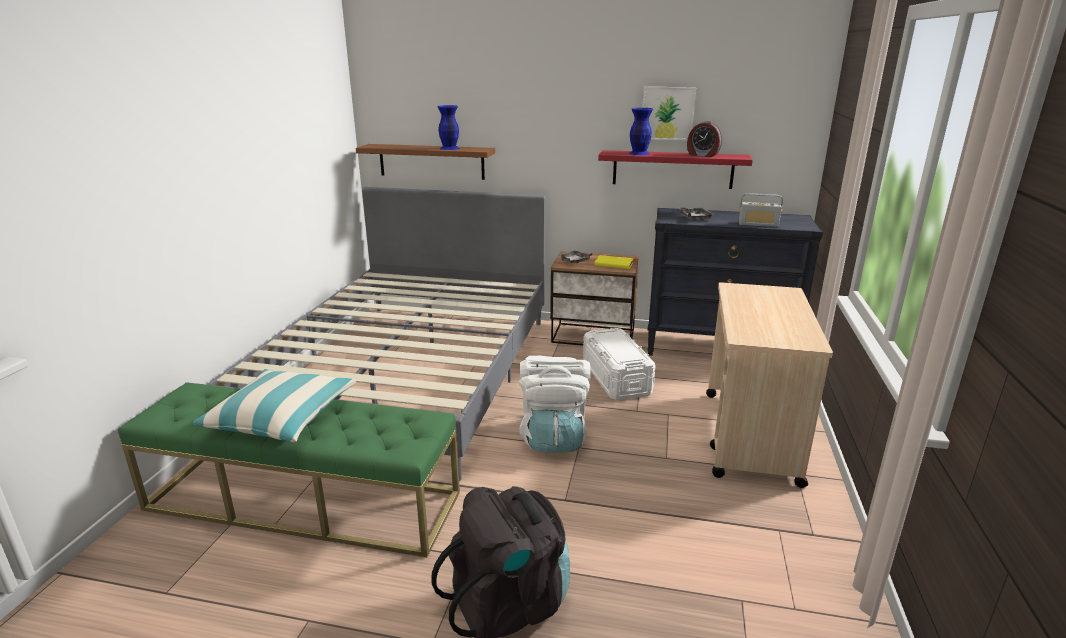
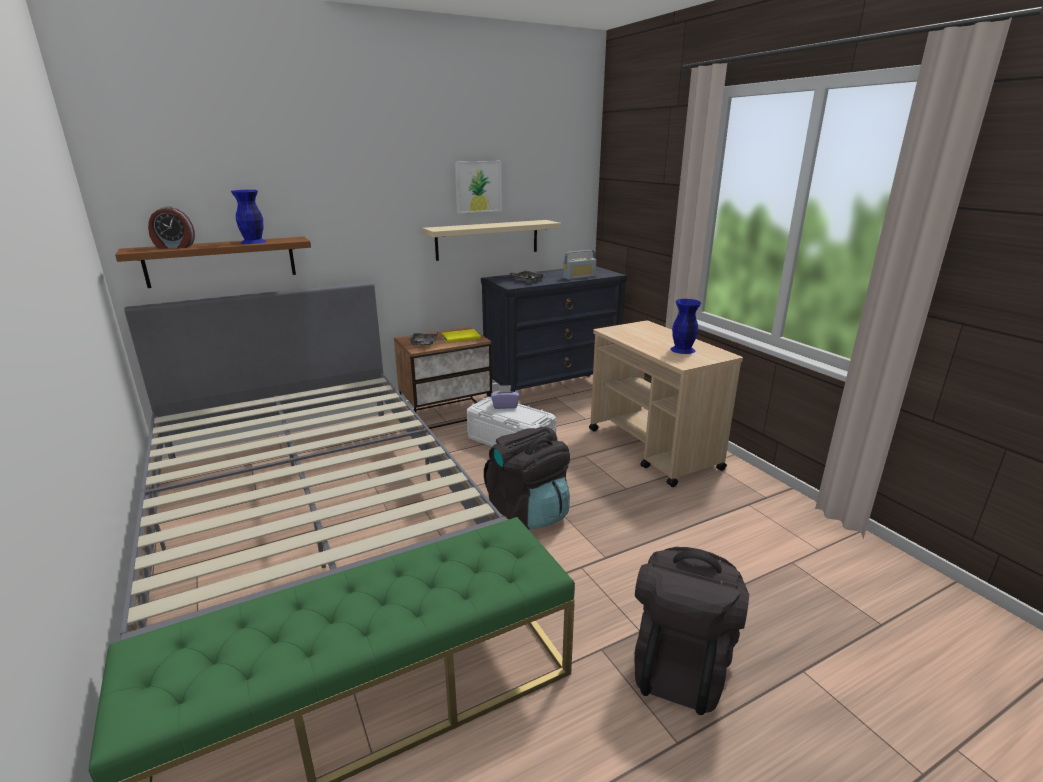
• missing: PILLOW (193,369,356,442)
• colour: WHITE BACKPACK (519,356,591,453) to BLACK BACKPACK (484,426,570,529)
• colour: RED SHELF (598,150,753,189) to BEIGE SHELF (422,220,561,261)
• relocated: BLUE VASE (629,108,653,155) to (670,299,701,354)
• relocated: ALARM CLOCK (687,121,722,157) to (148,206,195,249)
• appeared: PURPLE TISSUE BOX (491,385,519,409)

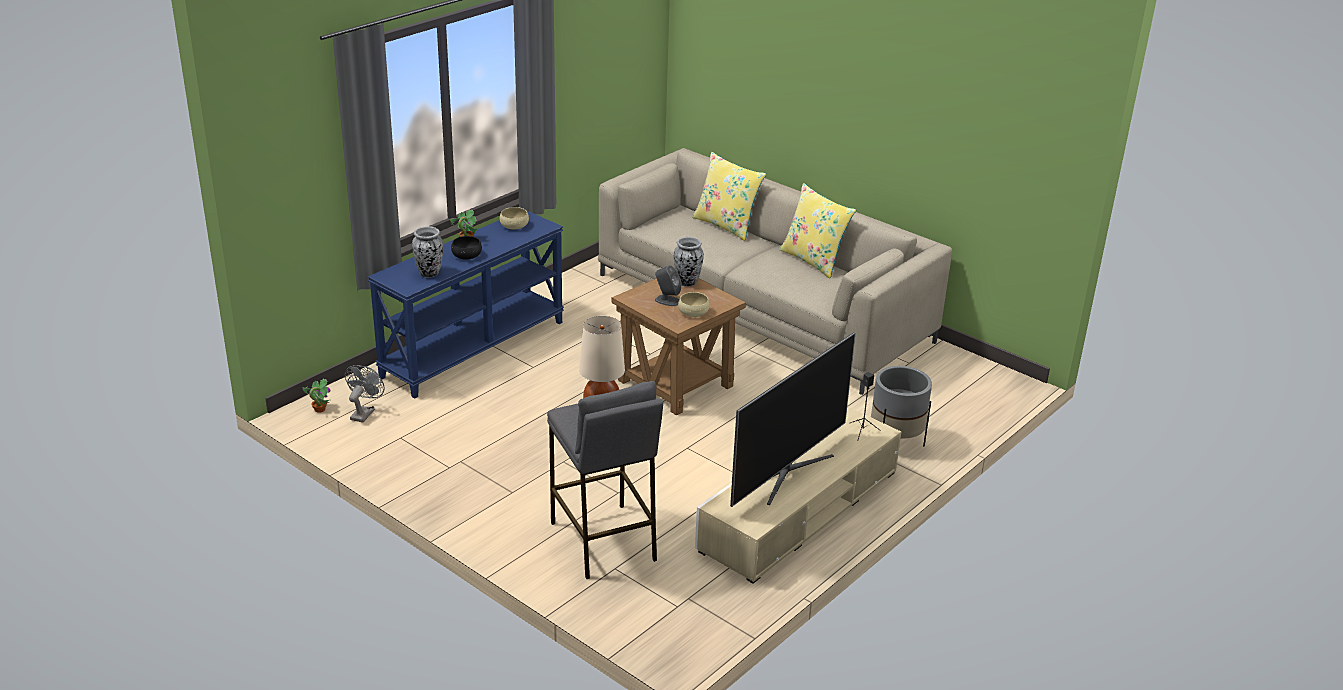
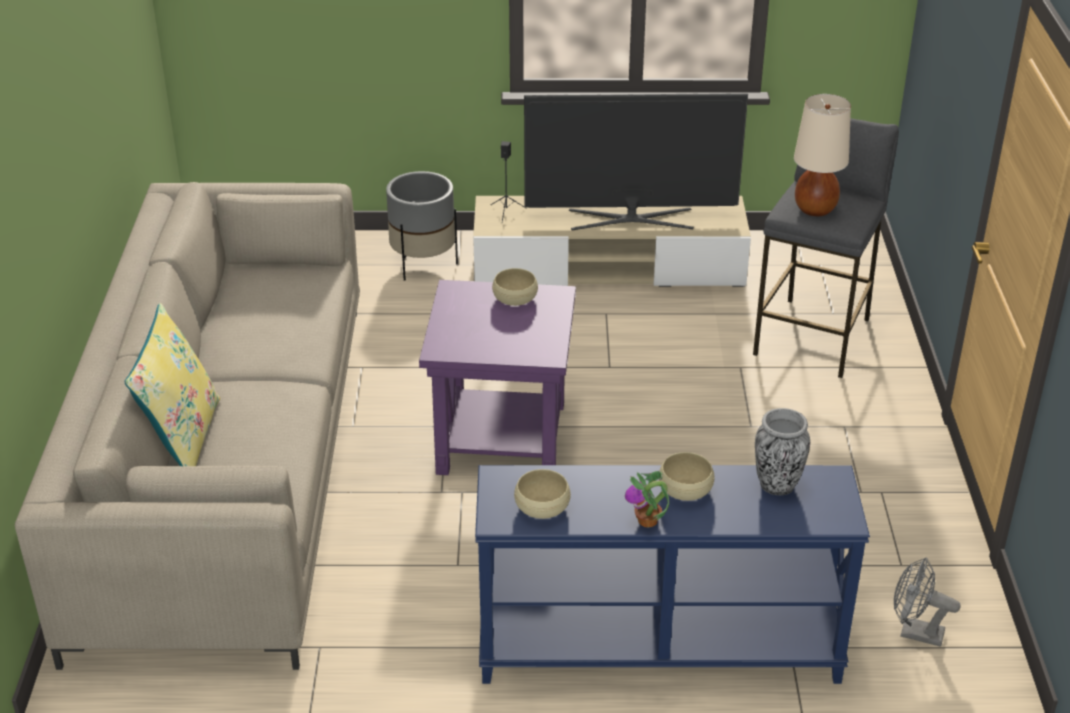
• missing: POTTED PLANT (303,379,330,413)
• spun: GREY FAN (345,365,385,423) = (894,557,961,647) 45 degrees clockwise
• colour: BLACK BOWL (451,236,482,260) to BEIGE BOWL (659,452,715,501)
• colour: BROWN SIDE TABLE (611,278,746,416) to PURPLE SIDE TABLE (419,280,576,475)
• missing: GREY SPEAKER (655,265,681,306)
• missing: VASE (674,237,704,287)
• missing: YELLOW PILLOW (779,183,856,278)

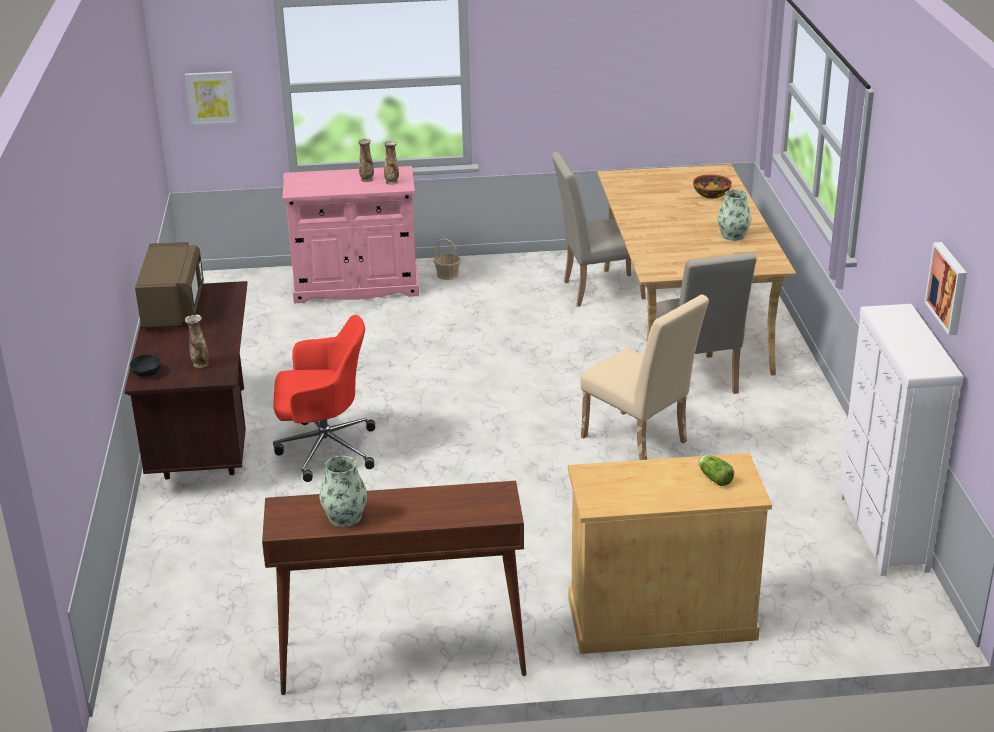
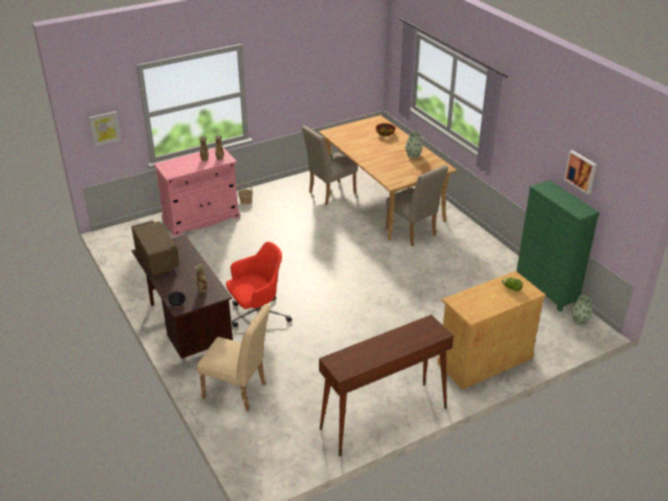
• relocated: VASE (319,456,367,527) to (571,295,592,325)
• relocated: BEIGE CHAIR (580,294,709,460) to (197,304,271,411)
• colour: WHITE DRESSER (839,304,963,576) to GREEN DRESSER (516,180,599,312)

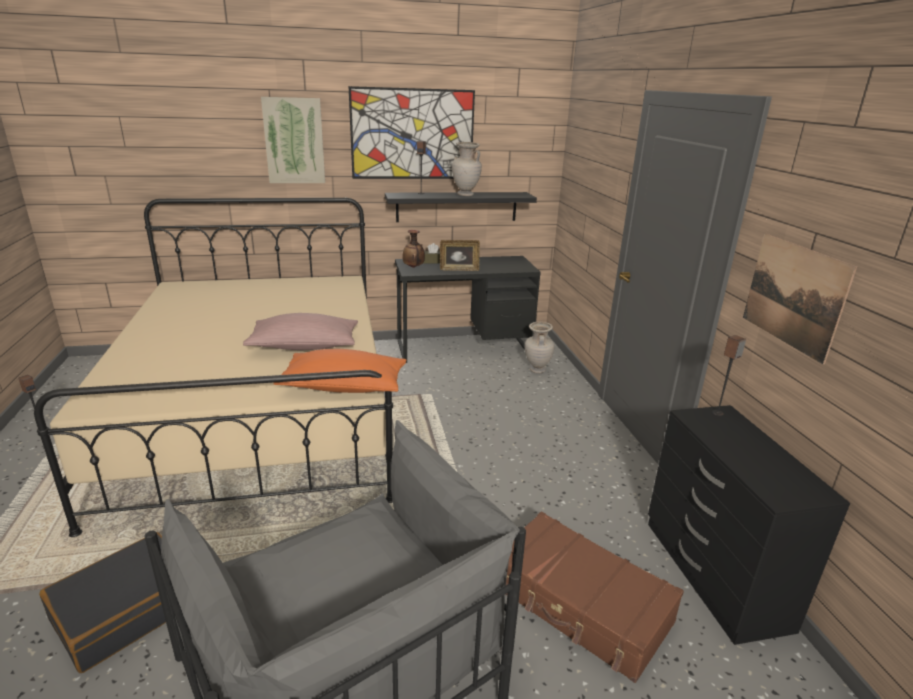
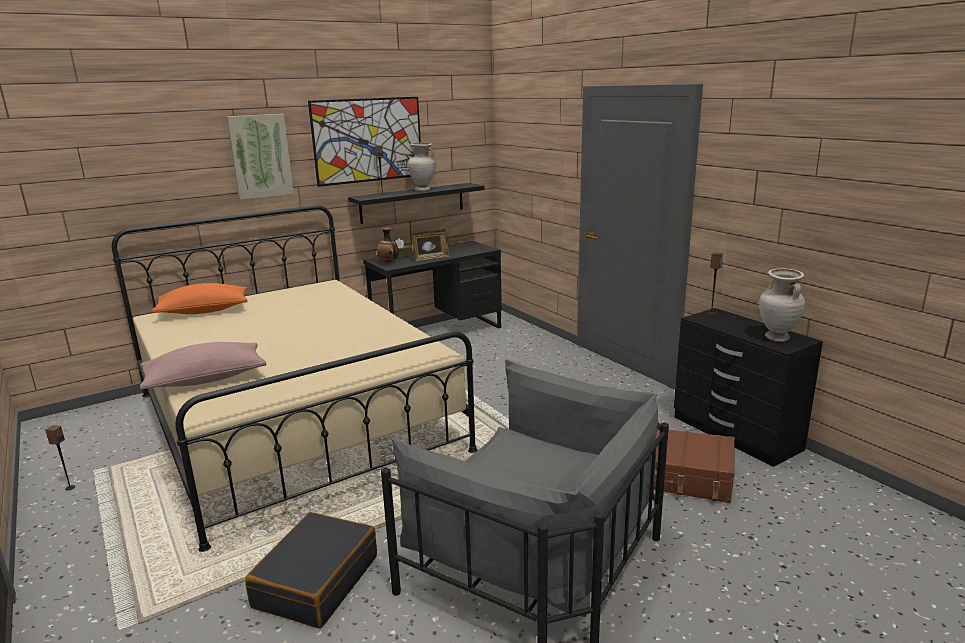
• relocated: PINK PILLOW (243,313,358,350) to (140,342,266,390)
• relocated: ORANGE PILLOW (273,349,407,393) to (152,283,247,314)
• relocated: BEIGE VASE (525,322,555,373) to (759,268,805,342)
• missing: PICTURE (743,234,857,364)

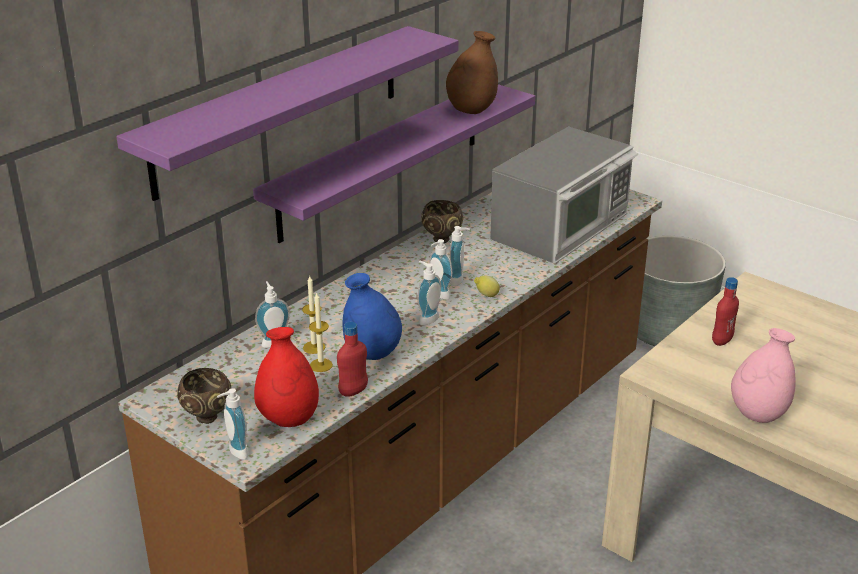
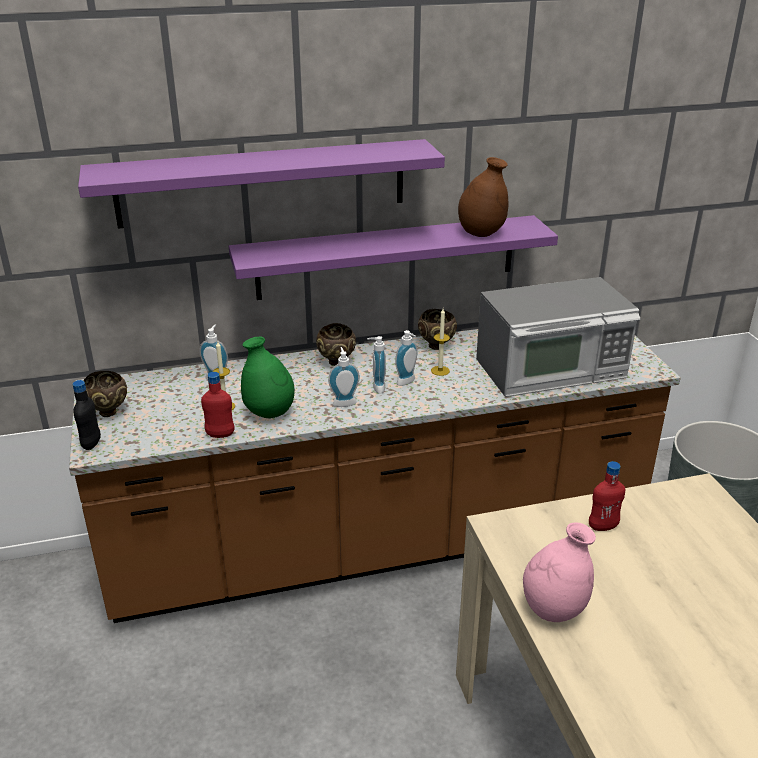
• exchanged: SOAP DISPENSER (217,388,248,460) to BLACK BOTTLE (72,380,101,450)
• missing: RED VASE (254,327,319,427)
• relocated: CANDLE (302,276,325,354) to (431,309,450,376)
• colour: BLUE VASE (342,273,402,360) to GREEN VASE (241,336,295,418)
• missing: LEMON (474,275,500,297)
• appeared: BROWN BOWL (316,323,356,366)

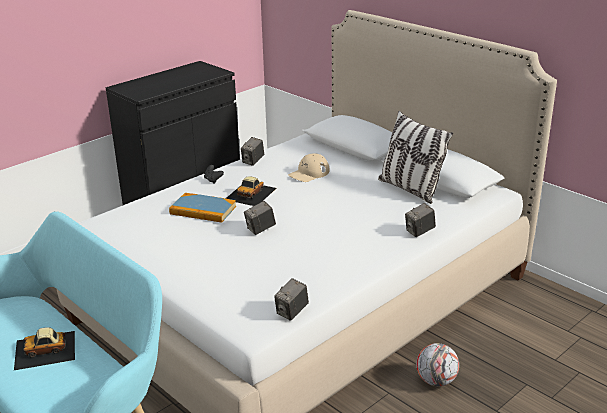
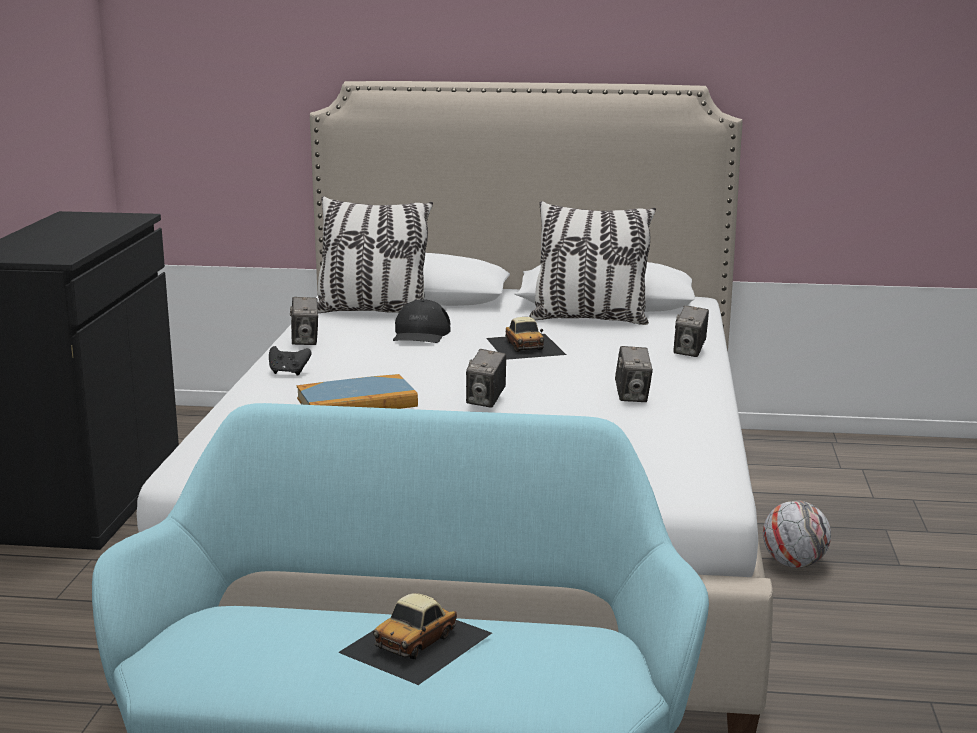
• relocated: TOY CAR (226,176,276,206) to (486,317,566,360)
• relocated: PHOTO CAMERA (274,278,309,321) to (615,346,653,402)
• colour: BEIGE CAP (288,153,329,182) to BLACK CAP (393,299,451,343)
• appeared: PILLOW (317,196,433,313)

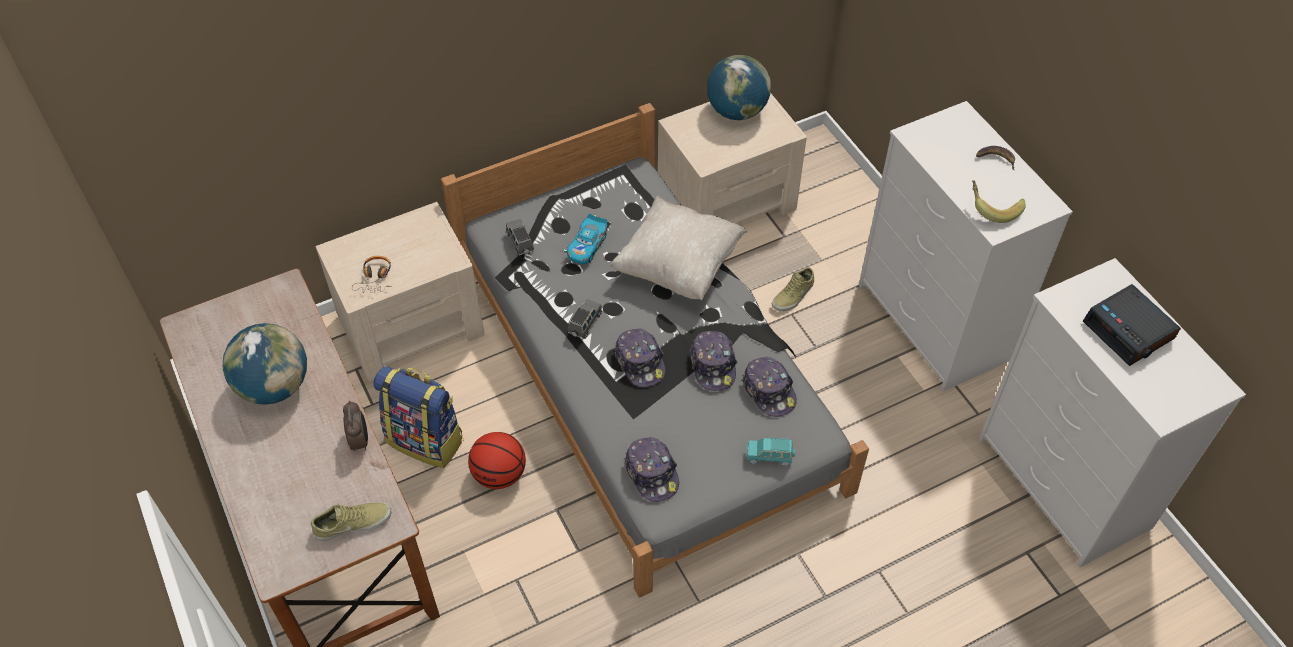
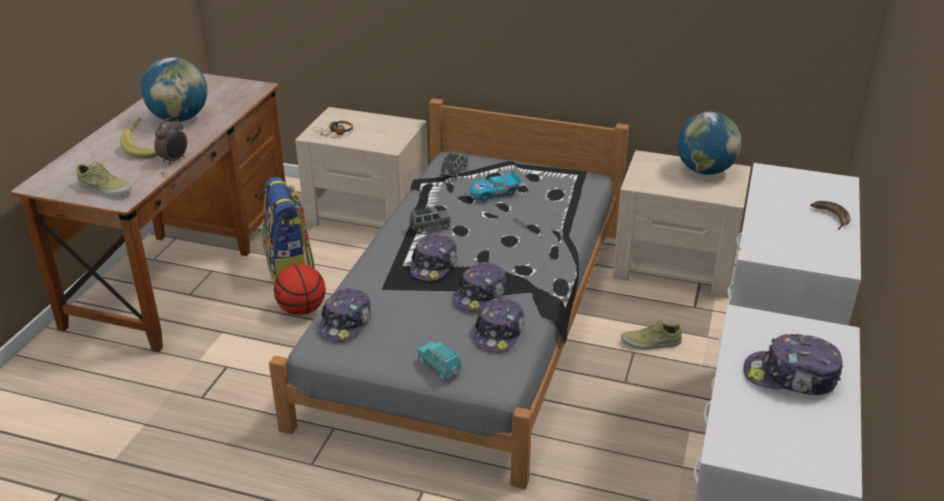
• missing: BEIGE PILLOW (610,196,747,300)
• relocated: BANANA (972,180,1026,223) to (120,118,158,159)
• exchanged: ALARM CLOCK (1083,284,1181,366) to CAP (743,334,843,395)

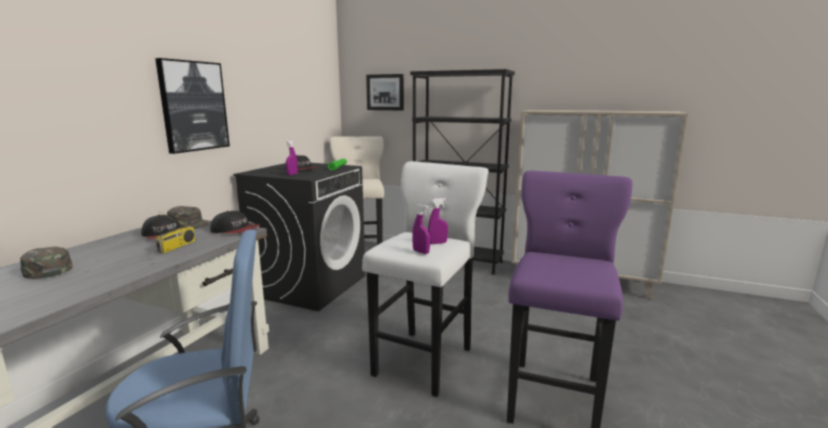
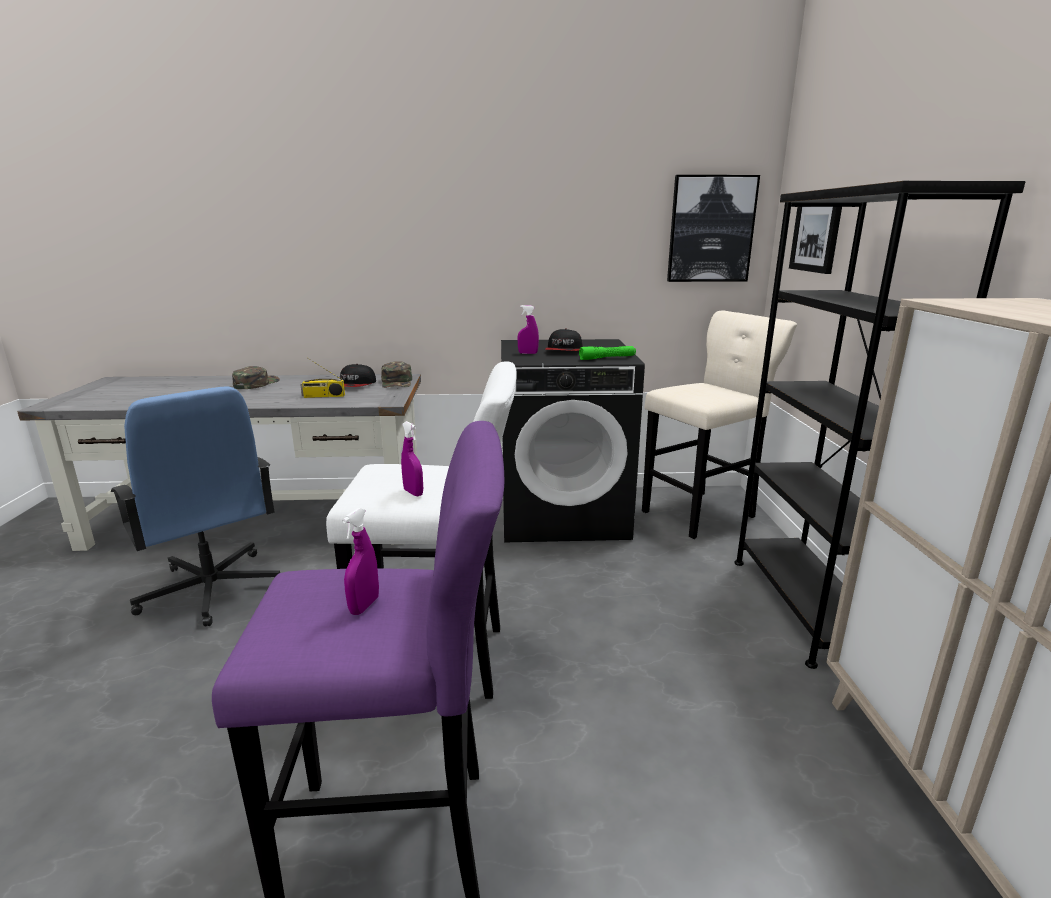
• relocated: PICTURE (155,58,230,154) to (667,175,760,282)
• missing: CAP (210,211,260,233)
• relocated: PURPLE SPRAY BOTTLE (412,204,430,254) to (342,508,379,615)

